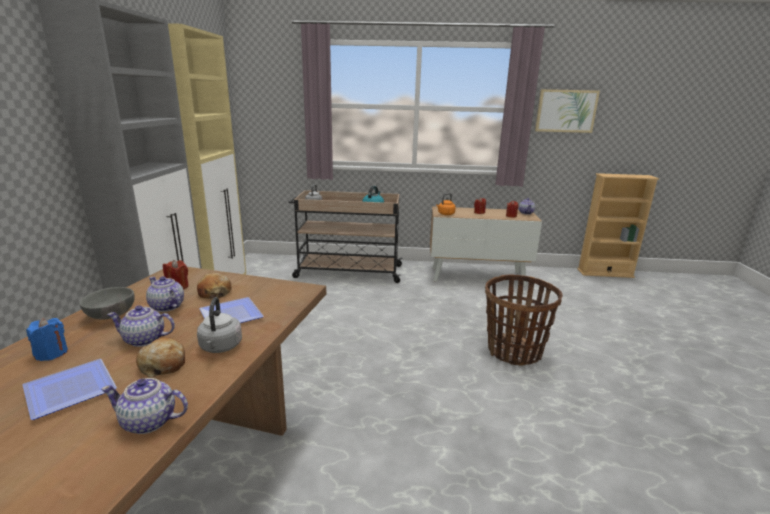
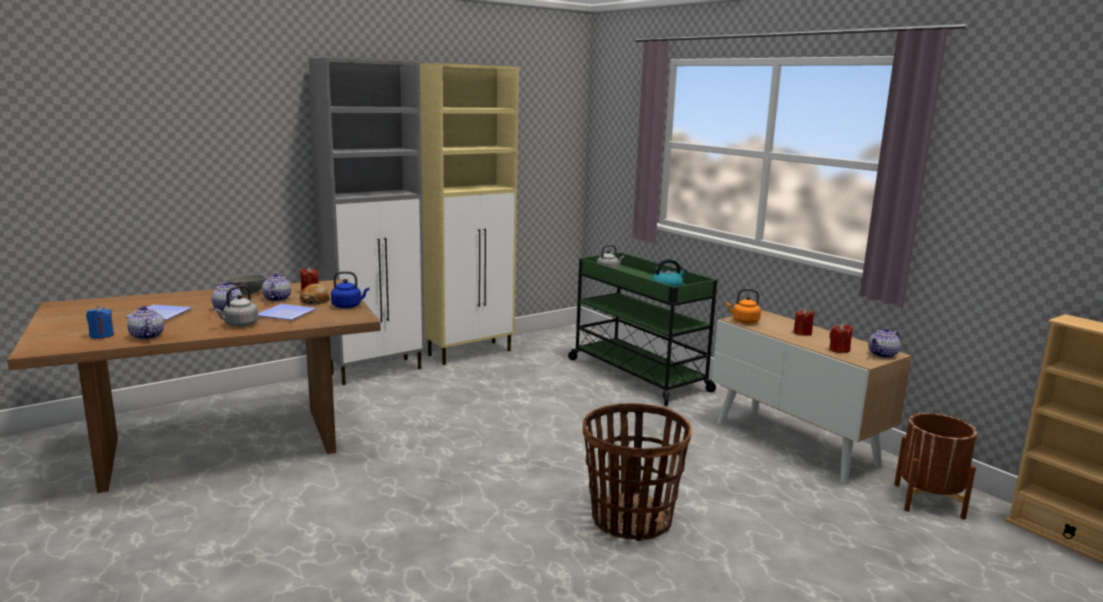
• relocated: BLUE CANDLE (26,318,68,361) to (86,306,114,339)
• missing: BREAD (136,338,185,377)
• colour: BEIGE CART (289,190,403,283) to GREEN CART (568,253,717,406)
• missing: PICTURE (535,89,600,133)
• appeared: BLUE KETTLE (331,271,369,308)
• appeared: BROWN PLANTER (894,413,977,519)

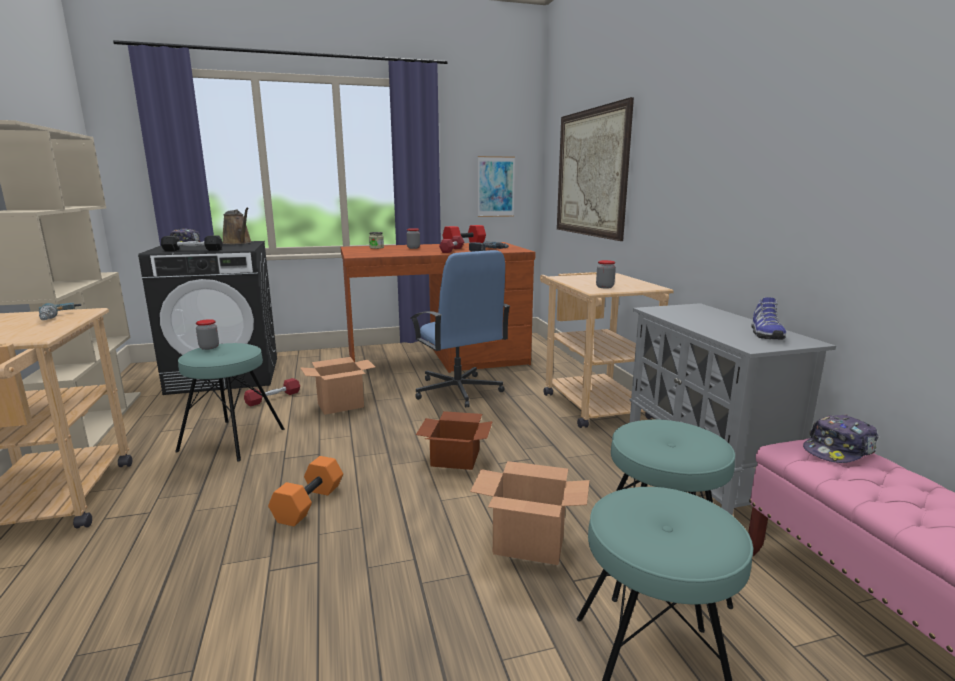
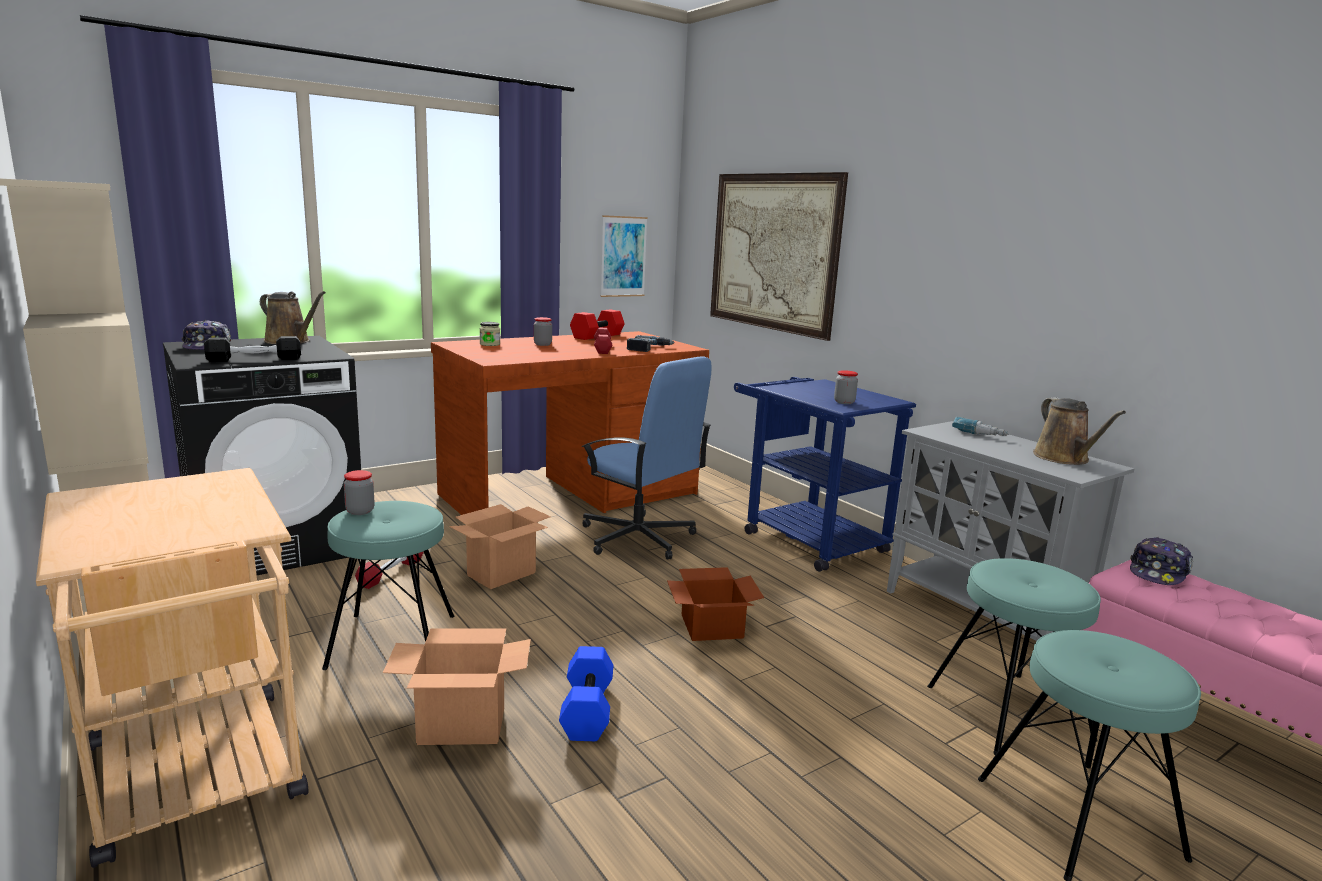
• relocated: POWER DRILL (39,303,82,320) to (952,417,1009,436)
• colour: ORANGE DUMBBELL (268,456,343,526) to BLUE DUMBBELL (559,646,613,741)
• relocated: CARDBOARD BOX (470,461,590,565) to (383,628,531,745)
• colour: BEIGE CART (540,272,674,428) to BLUE CART (734,377,916,572)
• exchanged: SHOE (751,297,786,340) to BROWN WATERING CAN (1033,397,1126,465)

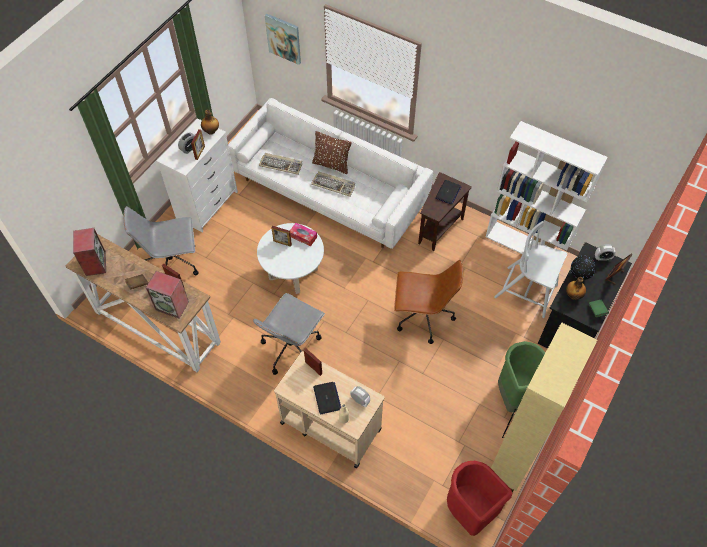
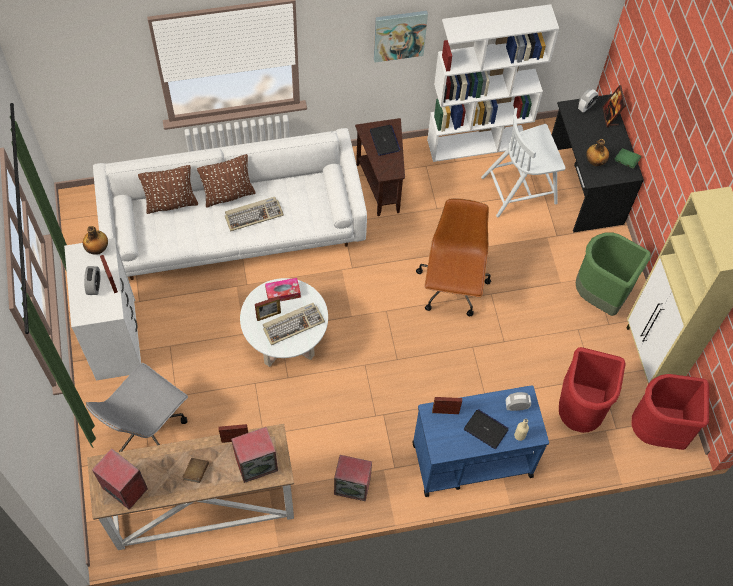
• missing: GREY OFFICE CHAIR (253,293,325,375)
• relocated: KEYBOARD (259,153,302,175) to (263,303,325,345)
• relocated: PICTURE (265,13,301,65) to (374,11,428,62)
• colour: BEIGE CART (274,351,385,468) to BLUE CART (413,385,549,497)
• spun: BROWN OFFICE CHAIR (394,260,463,344) = (416,198,491,316) 45 degrees counterclockwise
• missing: GLOBE (571,256,596,280)
• appeared: BROWN PILLOW (138,165,198,214)
• appeared: SPEAKER (334,455,372,501)
• appeared: RED TRASH CAN (559,347,626,433)

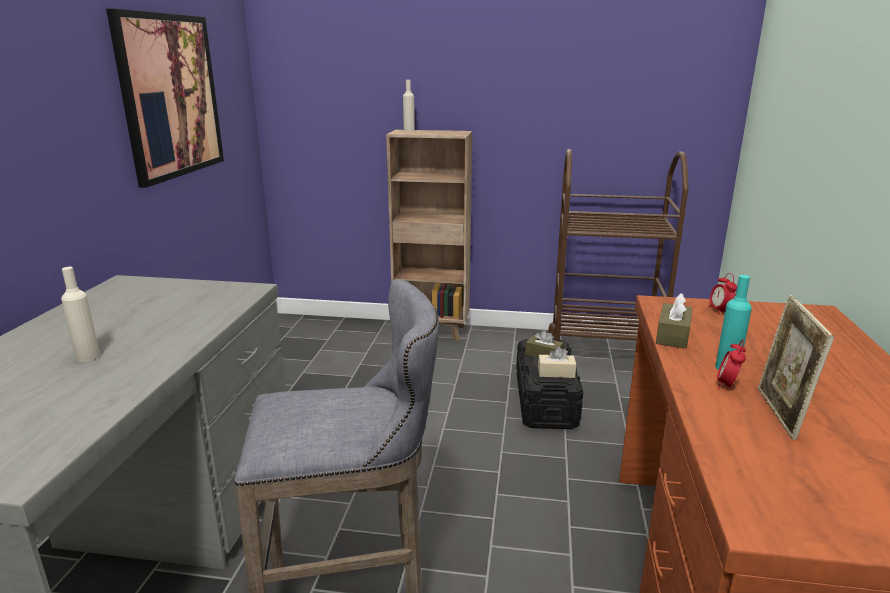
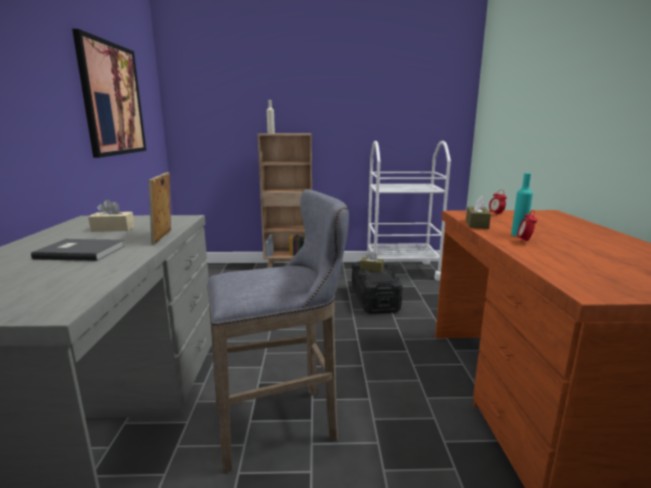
• exchanged: BEIGE BOTTLE (61,267,100,362) to GREY BOOK (31,239,124,261)
• relocated: BEIGE TISSUE BOX (538,346,576,378) to (88,199,135,232)
• colour: BROWN CART (548,149,689,340) to WHITE CART (367,141,451,280)
• relocated: PICTURE FRAME (758,295,834,440) to (148,172,171,245)

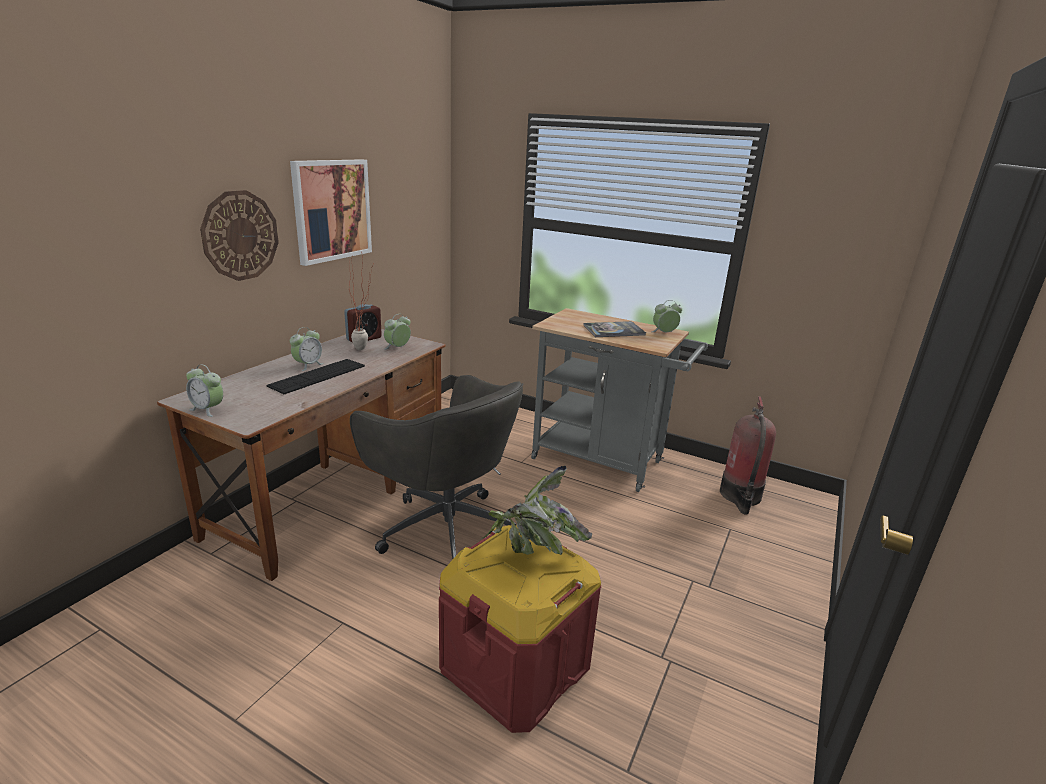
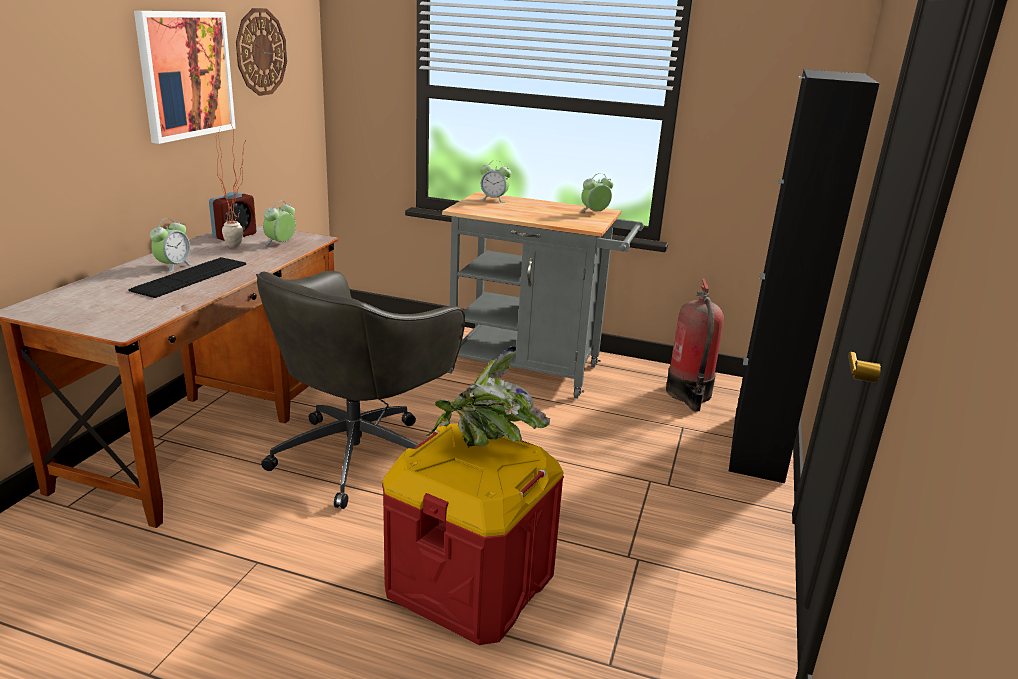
• relocated: ALARM CLOCK (186,364,223,417) to (480,160,511,203)
• relocated: WALL CLOCK (200,190,279,281) to (236,8,287,96)
• spun: GREY OFFICE CHAIR (350,375,524,560) = (256,271,465,509) 90 degrees clockwise
• missing: BOOK (583,321,646,337)
• appeared: BLACK CABINET (729,69,880,483)

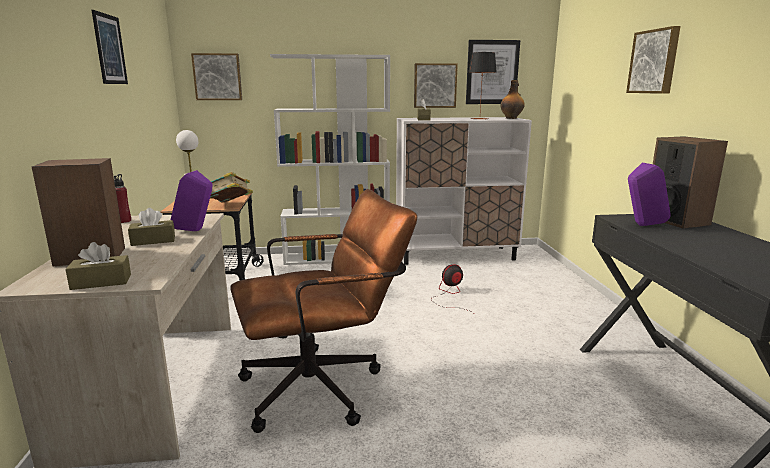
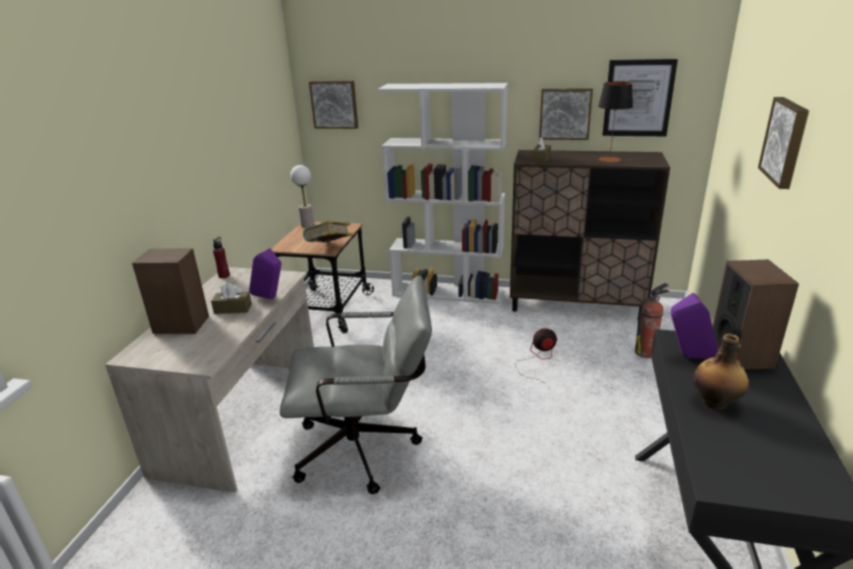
• missing: BROWN TISSUE BOX (65,242,131,290)
• missing: PICTURE (92,10,128,84)
• colour: BROWN OFFICE CHAIR (230,189,417,433) to GREY OFFICE CHAIR (280,275,432,494)
• colour: WHITE CABINET (396,117,532,265) to BROWN CABINET (510,150,670,316)
• relocated: BOTTLE (500,80,525,119) to (693,334,749,410)
• appeared: FIRE EXTINGUISHER (635,283,669,358)

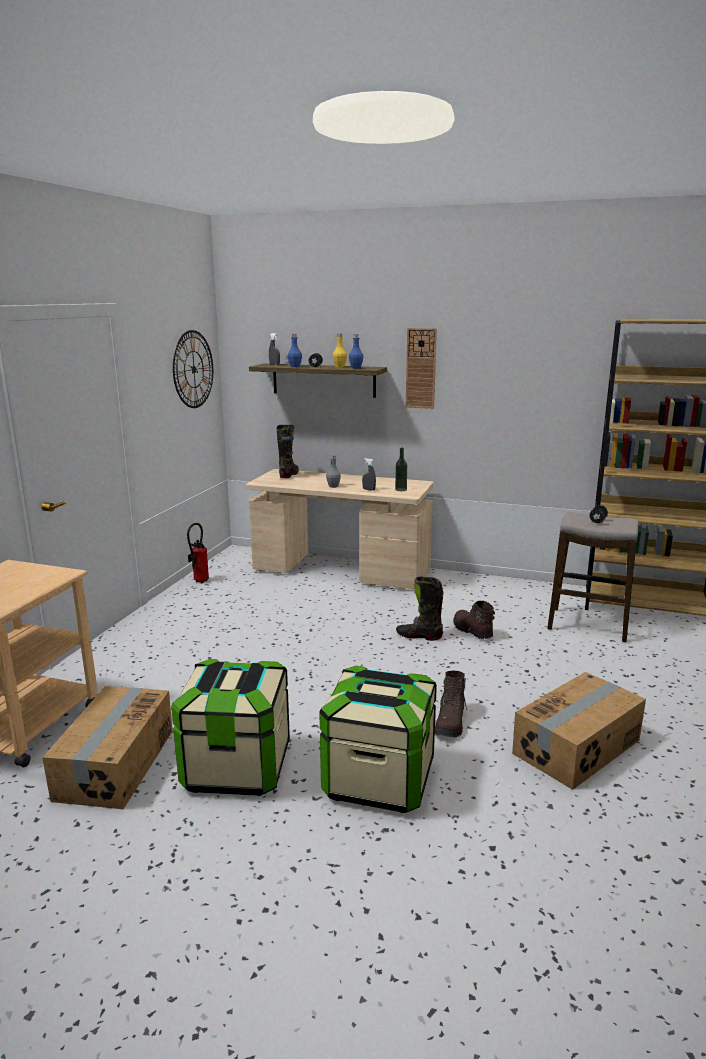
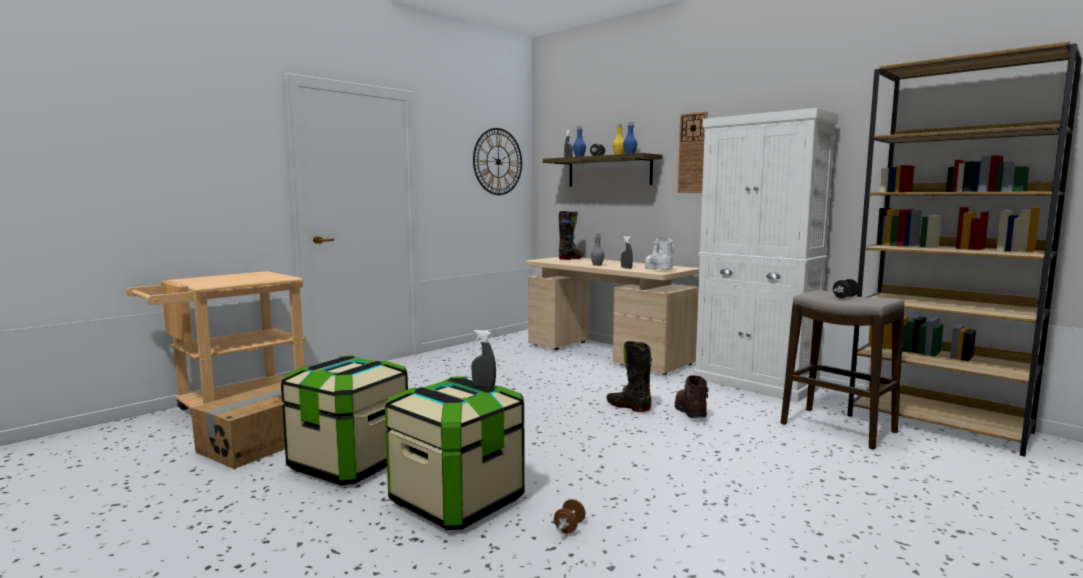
• missing: FIRE EXTINGUISHER (187,523,209,583)
• exchanged: BOTTLE (395,448,407,491) to WHITE BOOT (645,237,674,270)
• missing: BROWN BOOT (435,671,467,738)
• missing: CARDBOARD BOX (512,672,646,790)
• appeared: GREY SPRAY BOTTLE (471,330,496,387)
• appeared: BROWN DUMBBELL (554,499,585,534)
• appeared: WHITE CABINET (693,108,839,402)

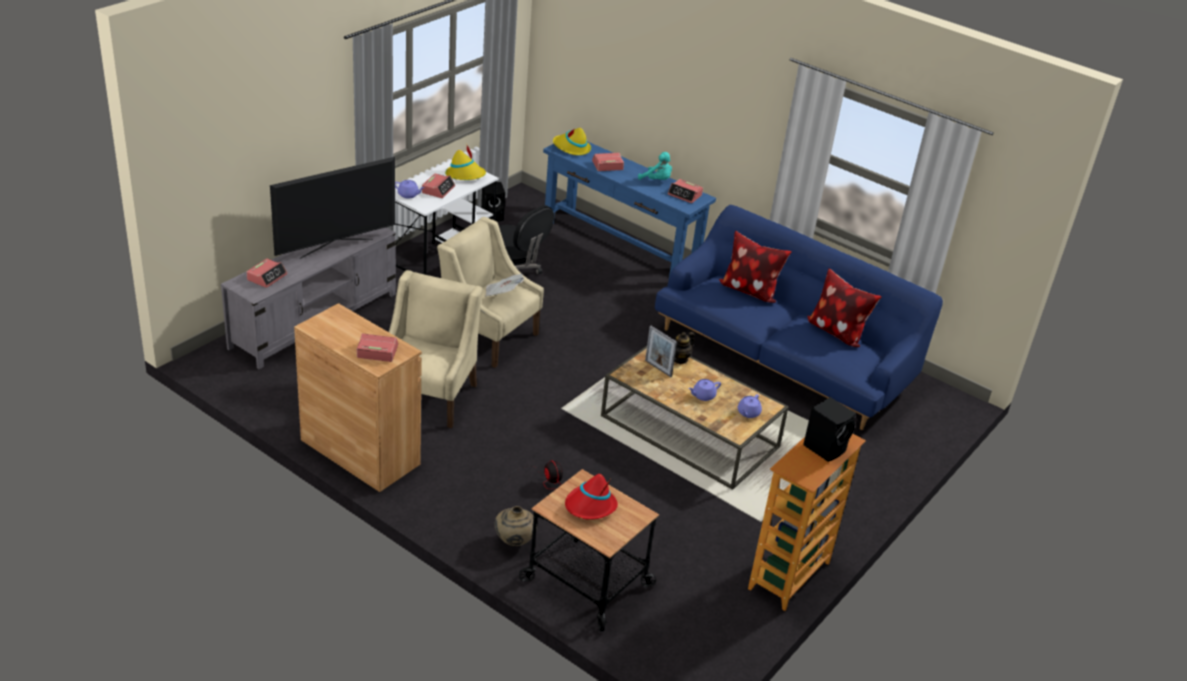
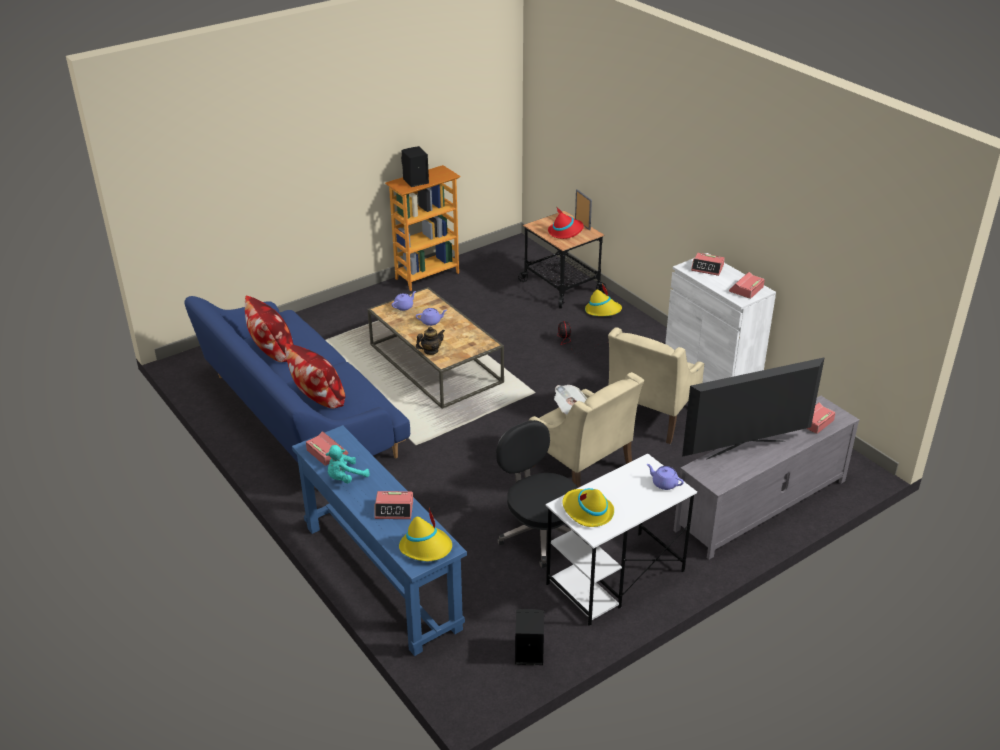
• colour: BROWN CABINET (294,303,422,492) to WHITE CABINET (665,253,776,383)
• relocated: ALARM CLOCK (422,173,455,198) to (729,272,765,299)
• exchanged: BEIGE VASE (494,506,537,546) to YELLOW HAT (585,284,622,316)
• spun: TURQUOISE PLUSH TOY (638,152,672,180) = (326,445,370,483) 90 degrees counterclockwise
• relocated: PICTURE FRAME (645,326,677,377) to (575,189,592,230)

